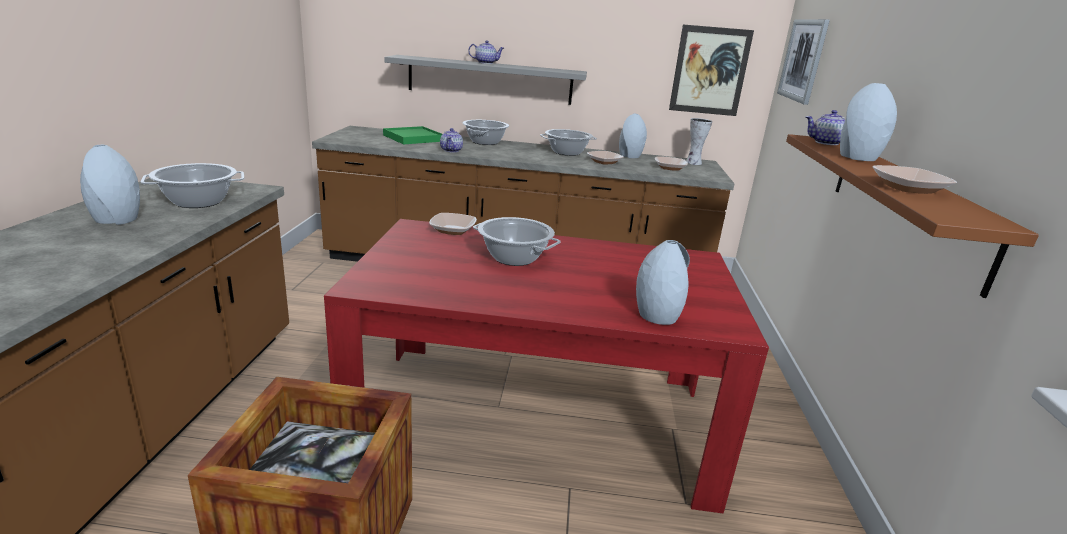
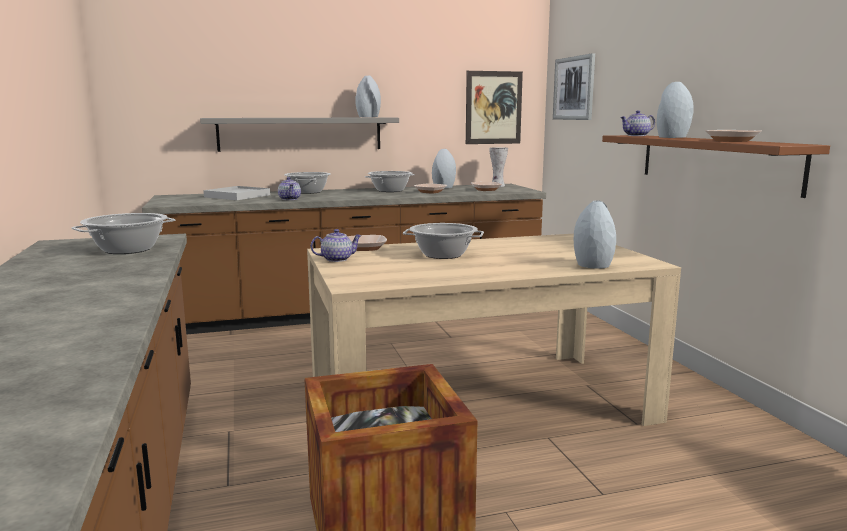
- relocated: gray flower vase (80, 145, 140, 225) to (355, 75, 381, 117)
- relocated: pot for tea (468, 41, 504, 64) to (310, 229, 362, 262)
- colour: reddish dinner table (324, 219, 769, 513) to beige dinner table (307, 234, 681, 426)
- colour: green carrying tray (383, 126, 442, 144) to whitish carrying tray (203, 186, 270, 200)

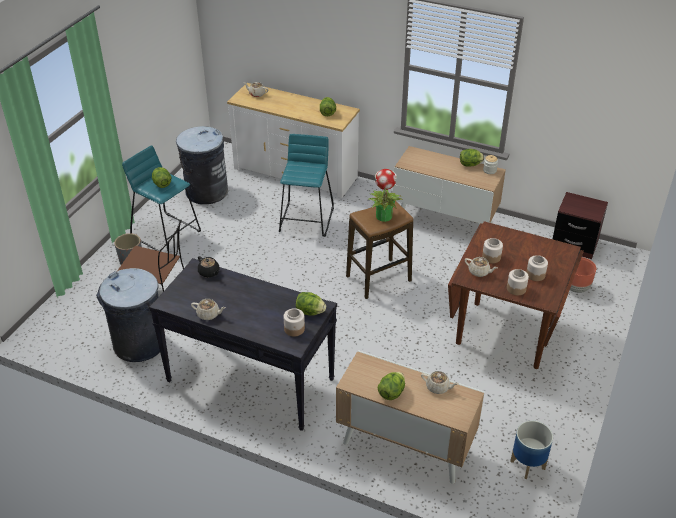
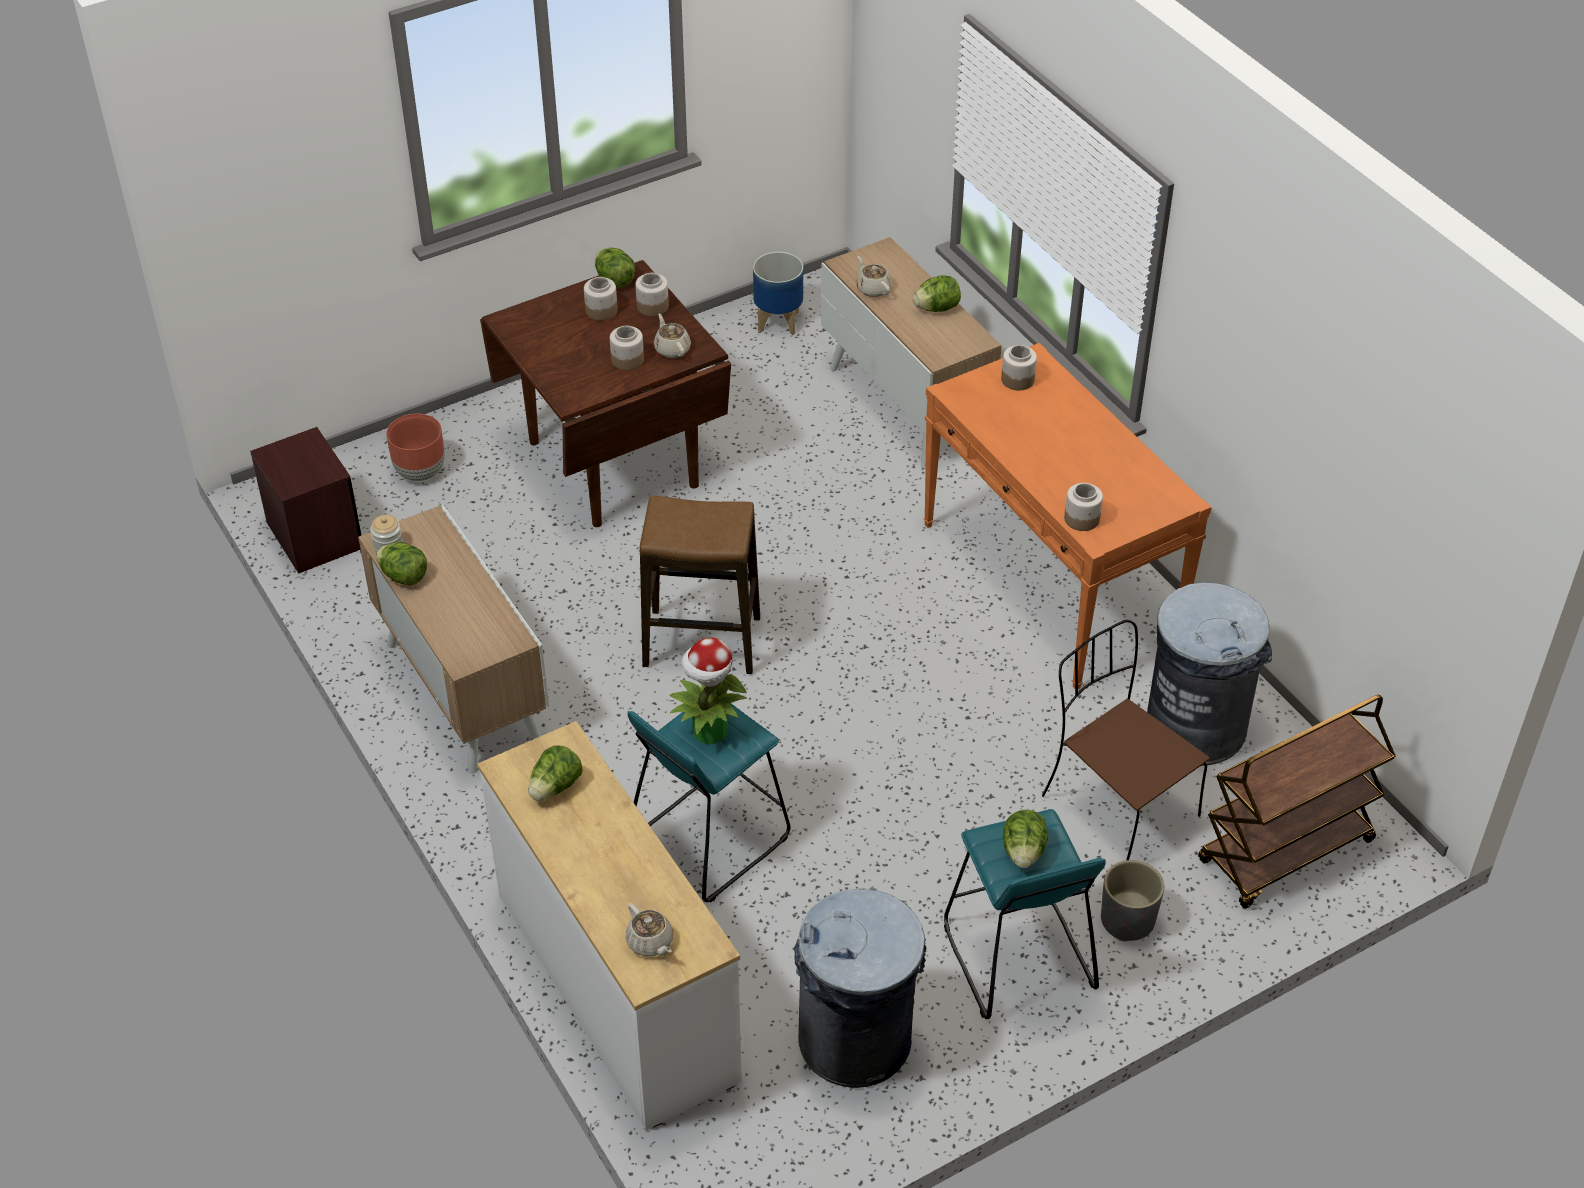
- missing: beige pot for tea (191, 299, 226, 320)
- appeared: brown trolley (1198, 695, 1396, 909)
- relocated: head of lettuce (296, 292, 326, 316) to (595, 247, 635, 288)
- relocated: potted plant (369, 169, 403, 222) to (669, 637, 748, 744)
- exchanged: blackish pot for tea (198, 256, 220, 277) to preserve jar (1064, 483, 1103, 531)
- colour: blackish hall table (149, 258, 337, 431) to orange-coloured hall table (924, 343, 1212, 689)

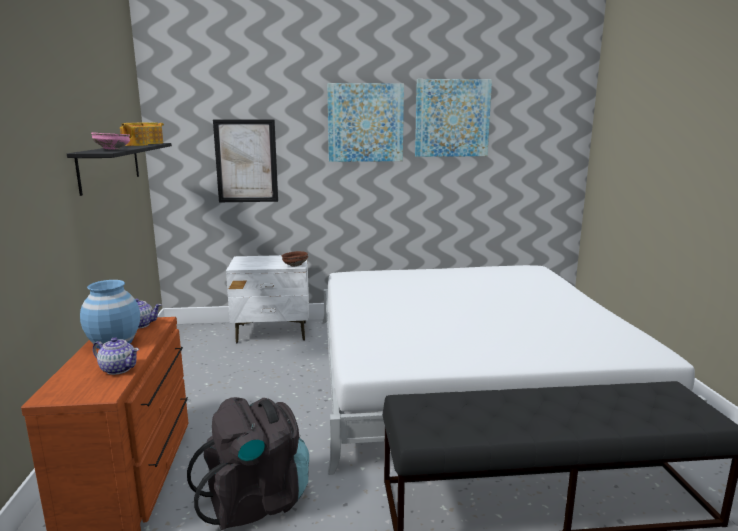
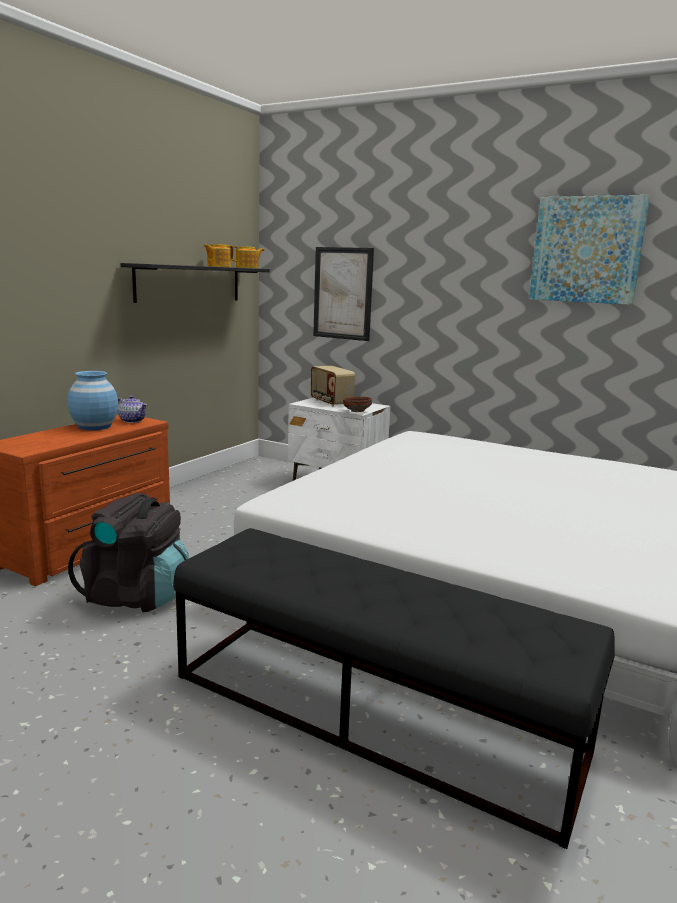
- missing: pink-coloured deep dish (91, 132, 130, 150)
- missing: pot for tea (93, 337, 139, 375)
- missing: wall art (327, 83, 404, 162)
- appeared: radio (311, 366, 355, 406)

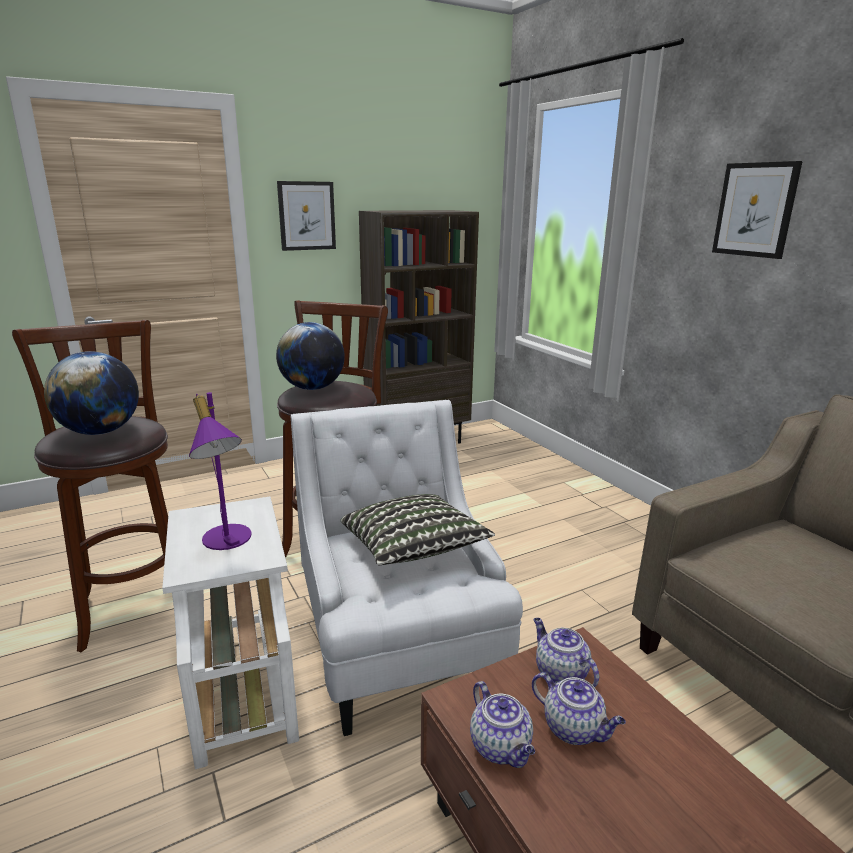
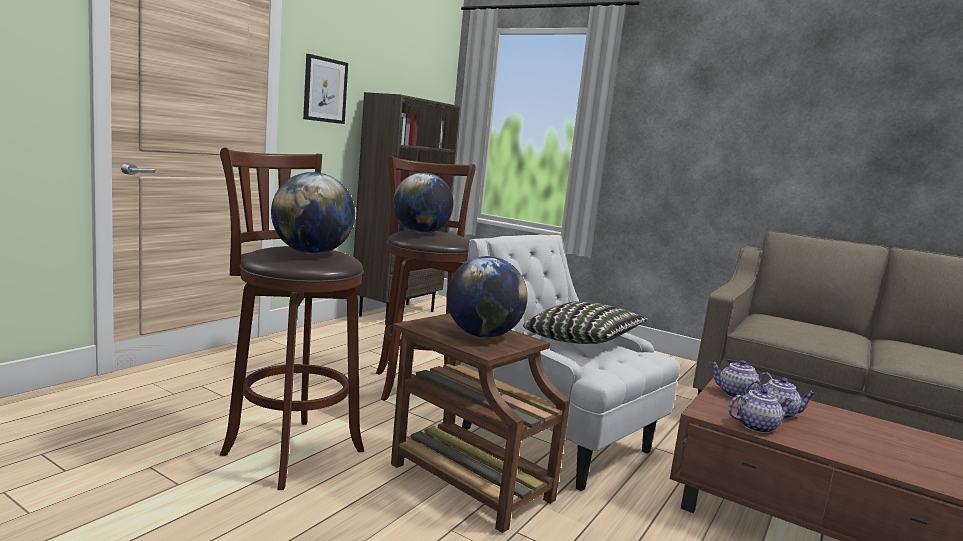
- missing: wall art (712, 161, 803, 259)
- exchanged: purple tabletop lamp (189, 392, 252, 550) to world globe (447, 256, 528, 338)
- colour: whitish accent table (162, 497, 299, 769) to brown accent table (391, 313, 570, 533)
- spun: pot for tea (470, 681, 535, 768) = (728, 388, 794, 433) 45 degrees counterclockwise

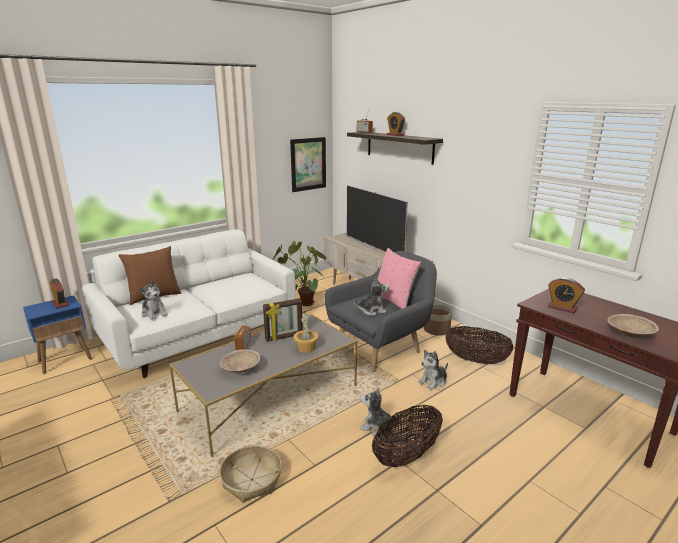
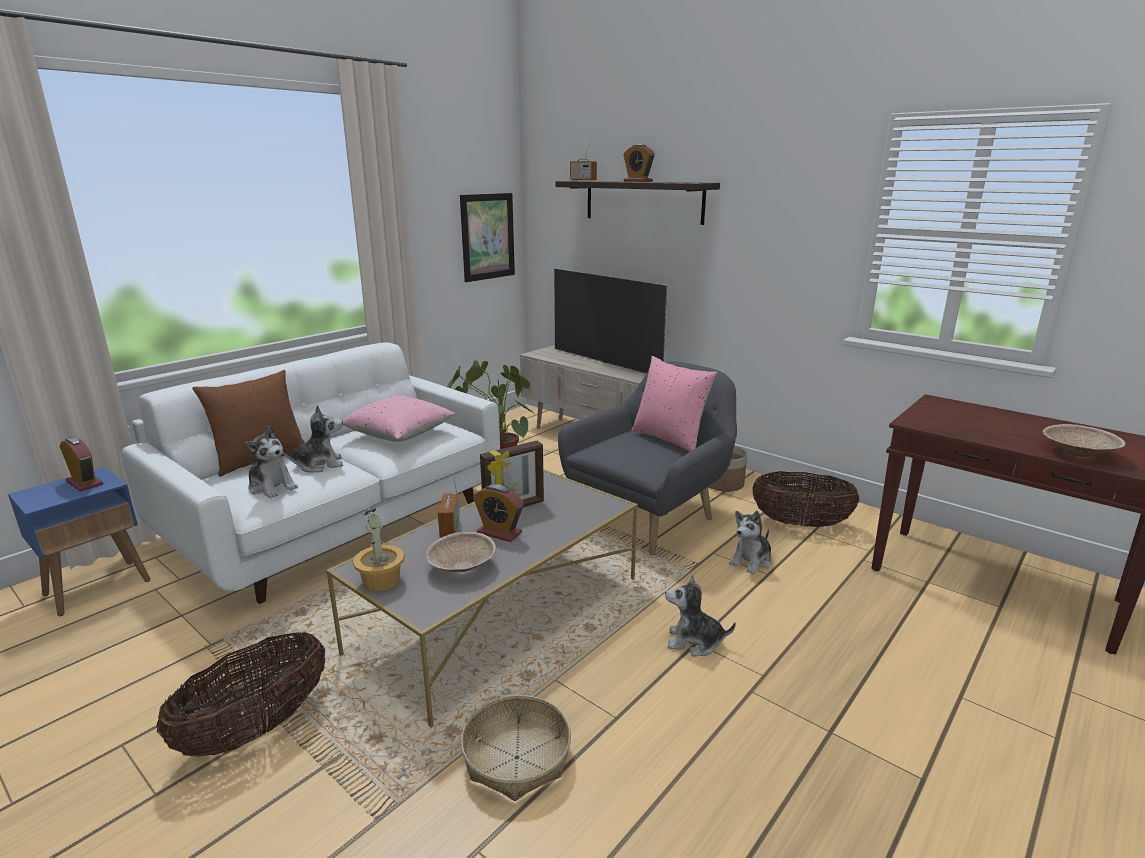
- appeared: pink-coloured cushion (342, 396, 455, 442)
- relocated: potted plant (293, 311, 319, 353) to (353, 509, 405, 592)
- relocated: soft toy (354, 276, 389, 316) to (282, 405, 343, 473)
- relocated: storage basket (372, 404, 443, 467) to (157, 631, 325, 757)
- relocated: bedside clock (548, 278, 585, 313) to (473, 484, 524, 542)

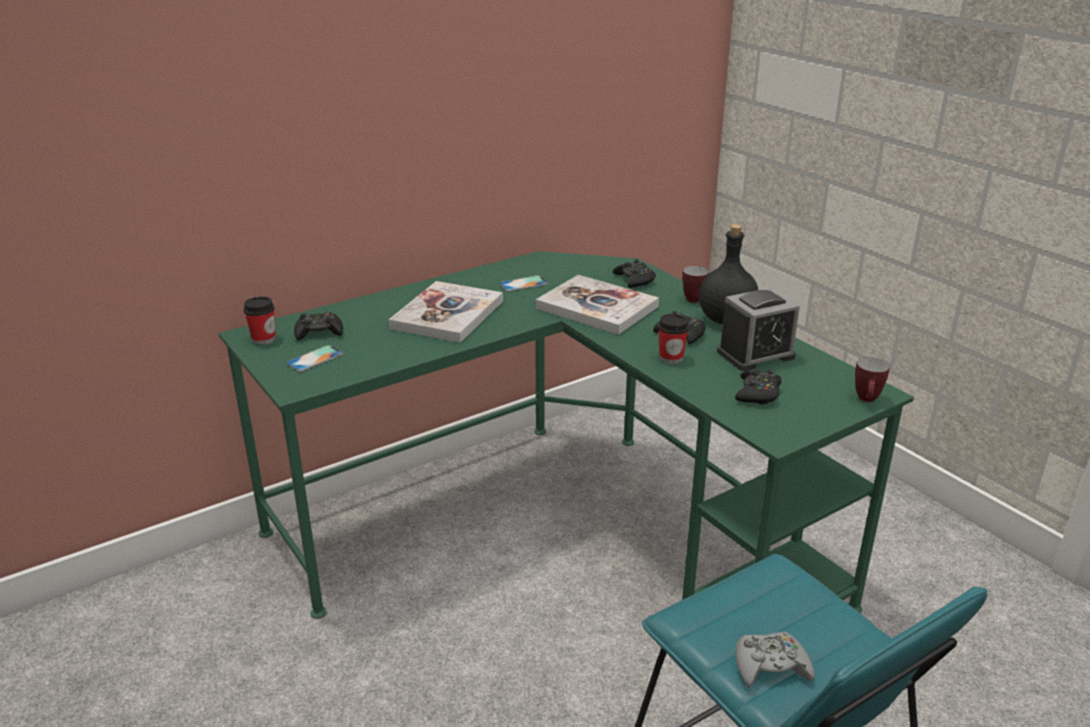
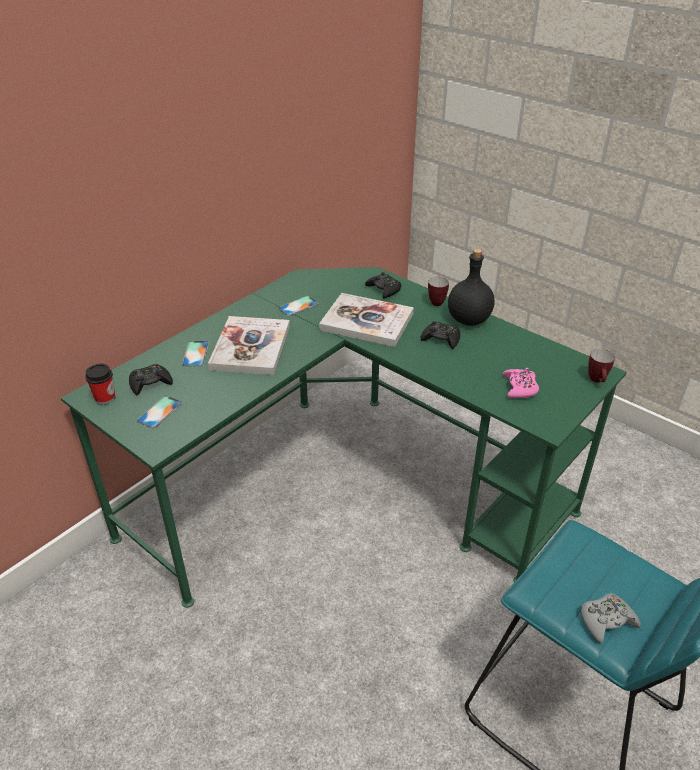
- missing: small cup (658, 314, 689, 364)
- missing: bedside clock (717, 288, 800, 371)
- appeared: telephone (182, 341, 209, 366)
- colour: blackish game controller (735, 369, 781, 405) to pink-coloured game controller (503, 368, 539, 398)

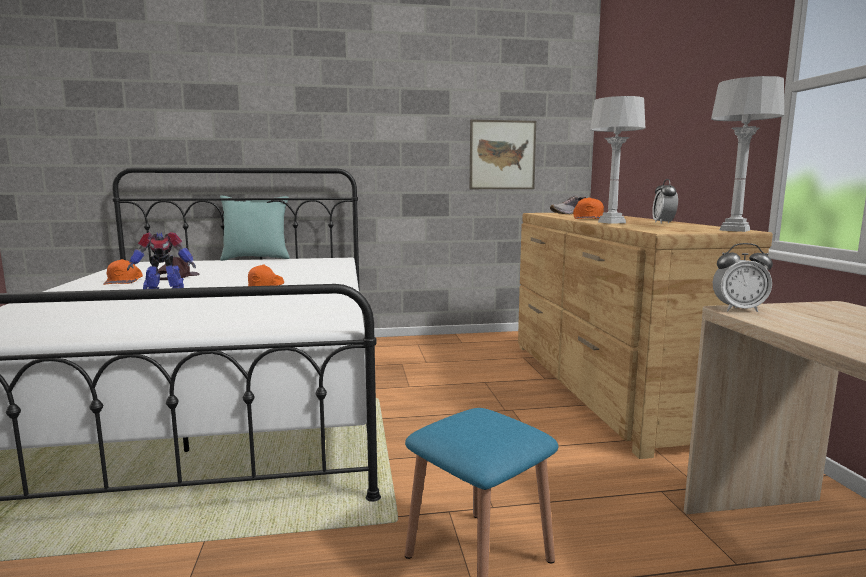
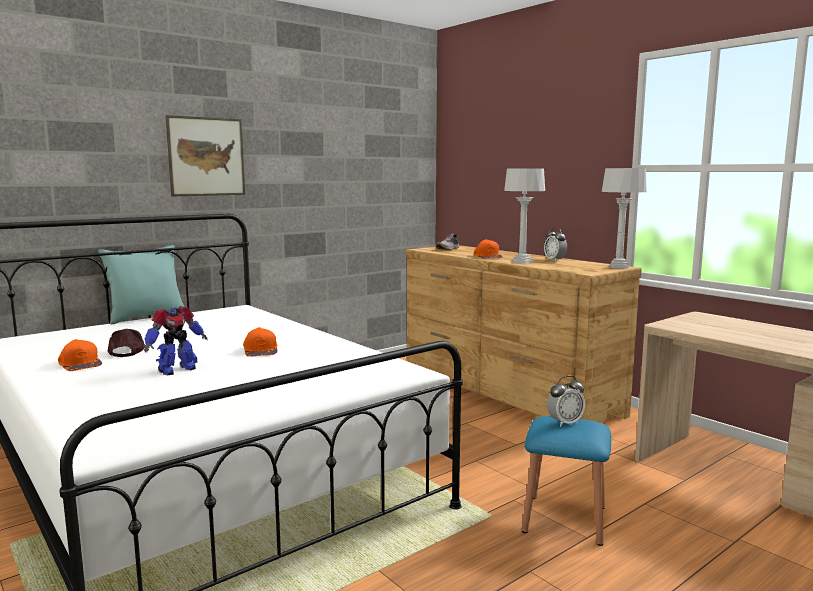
- relocated: wall art (469, 120, 536, 189) to (166, 115, 245, 196)
- relocated: bedside clock (713, 243, 773, 312) to (547, 376, 585, 427)

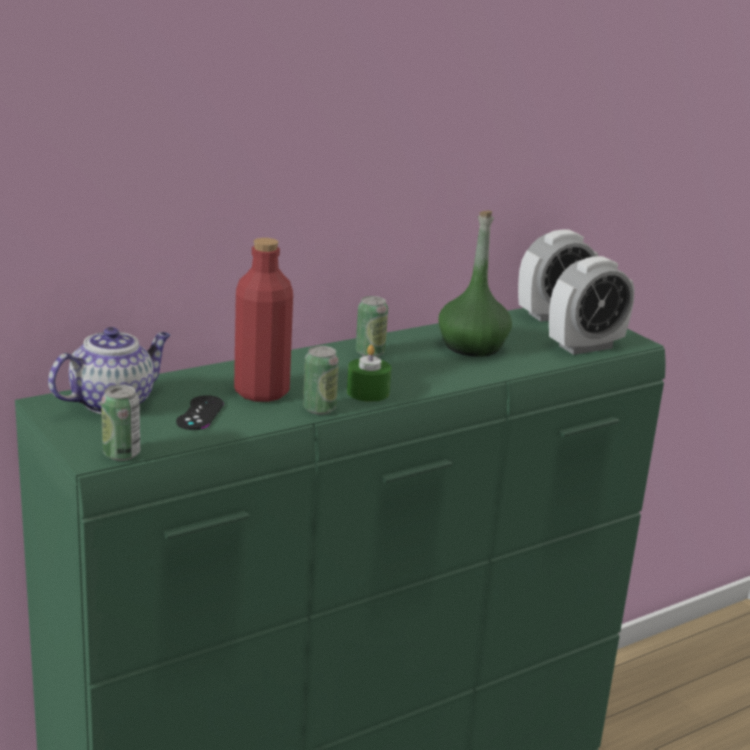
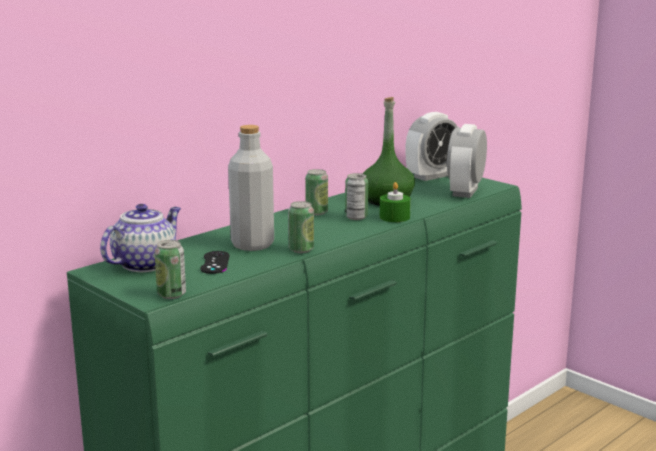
- appeared: metal can (345, 173, 368, 220)
- relocated: green candle (347, 345, 391, 402) to (380, 182, 411, 222)
- colour: reddish bottle (234, 238, 293, 402) to gray bottle (228, 125, 274, 251)
- spun: bedside clock (549, 256, 635, 355) = (447, 124, 487, 198) 150 degrees clockwise

